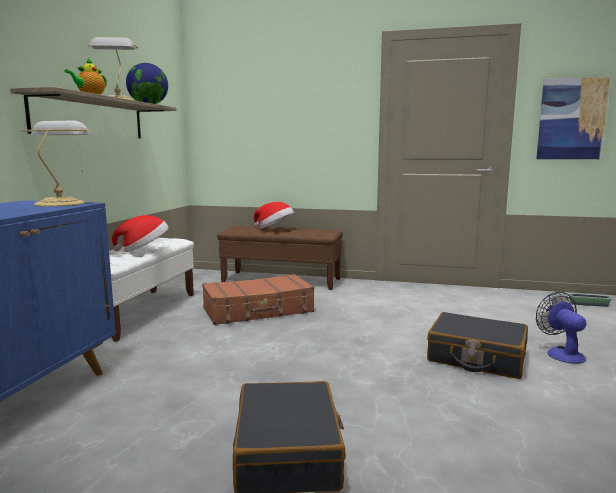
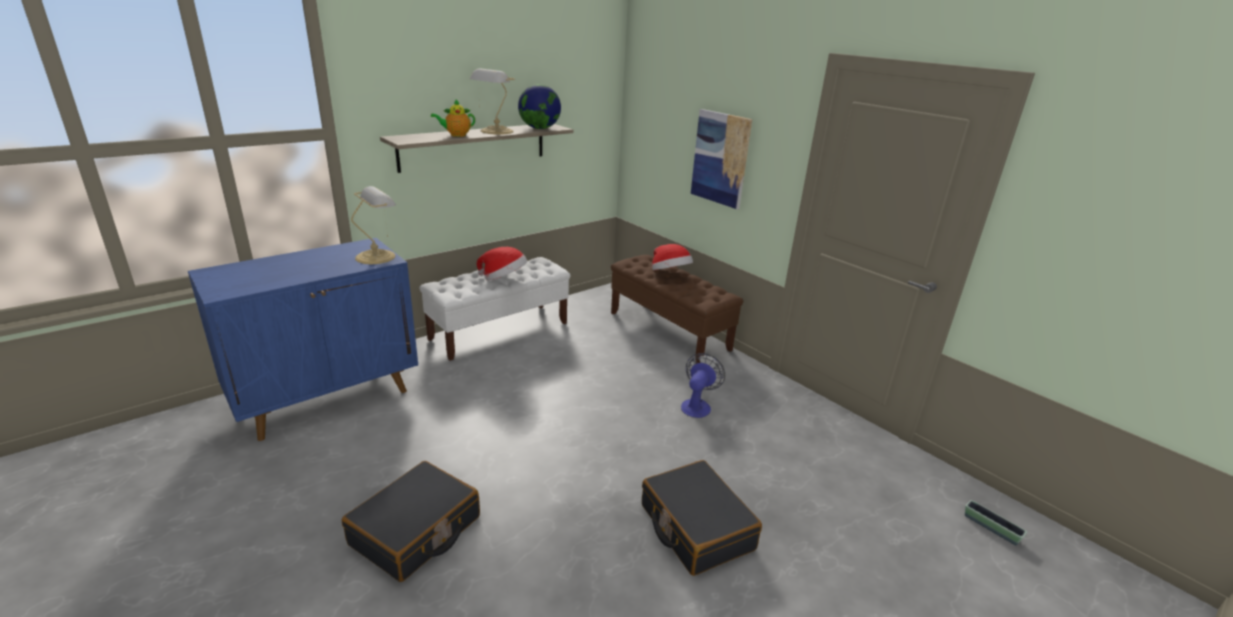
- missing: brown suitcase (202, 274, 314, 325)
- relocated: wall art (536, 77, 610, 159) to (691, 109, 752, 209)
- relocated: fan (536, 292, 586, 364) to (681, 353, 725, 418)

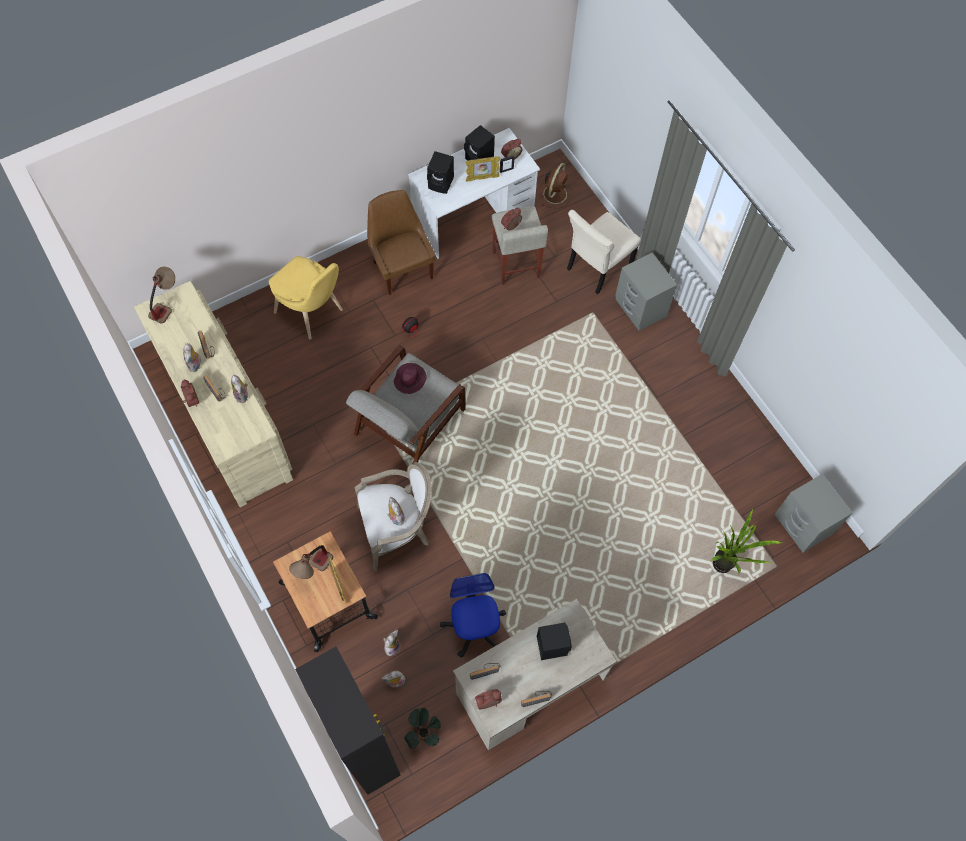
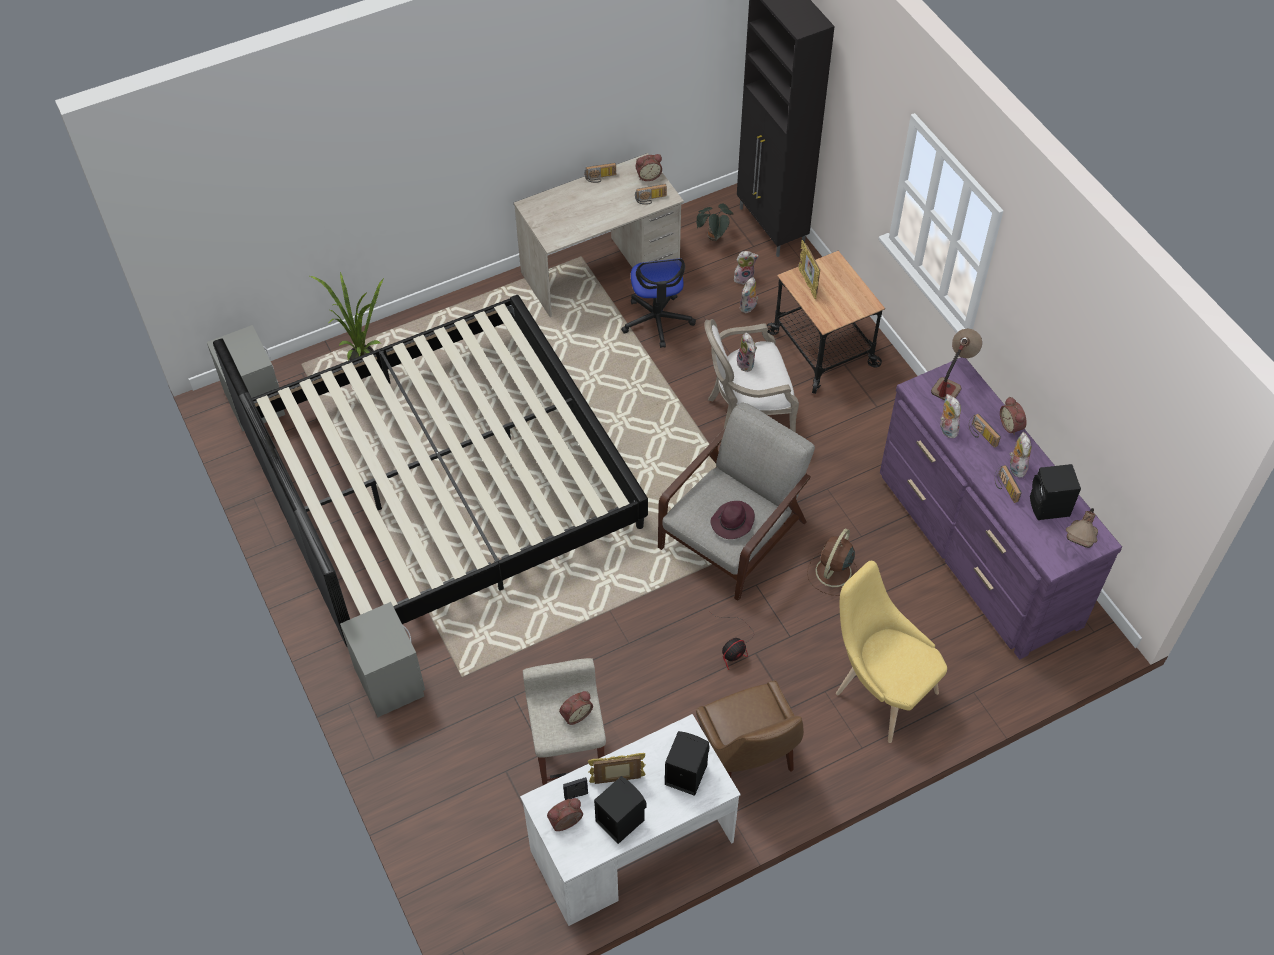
- missing: beige plain chair (567, 210, 641, 295)
- appeared: bedroom bed (213, 295, 648, 647)
- relocated: tabletop lamp (289, 545, 333, 579) to (931, 329, 982, 400)
- relocated: blackish audio speaker (537, 622, 572, 660) to (1030, 464, 1081, 520)
- relocated: brown fan (539, 163, 573, 208) to (807, 528, 858, 596)
- colour: beige drawer chest (134, 281, 293, 507) to purple drawer chest (880, 357, 1122, 659)

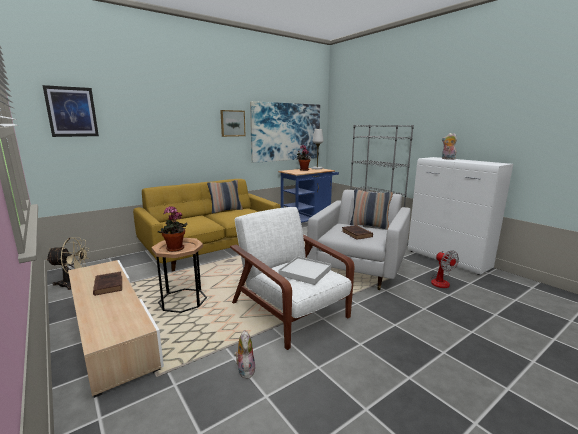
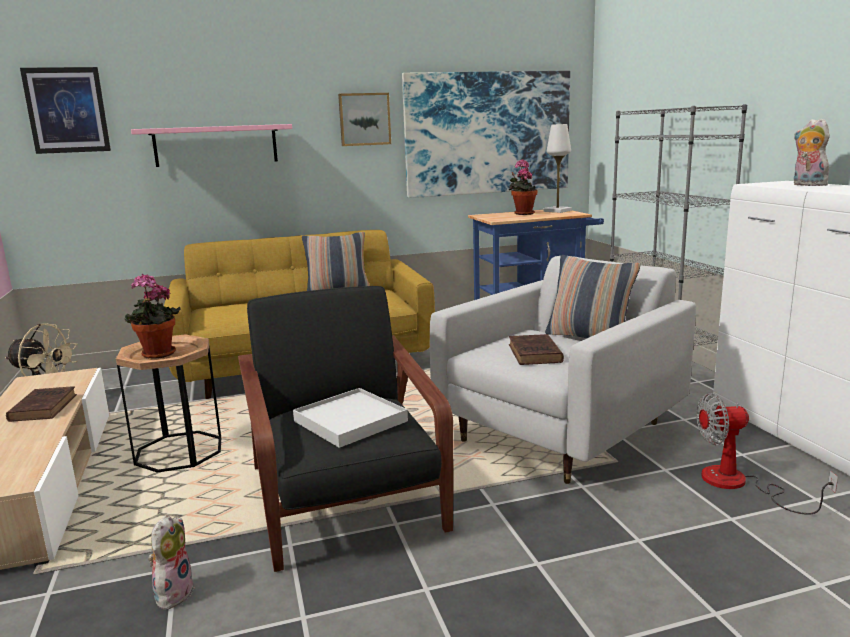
- appeared: pink-coloured bracket shelf (131, 124, 292, 167)
- colour: whitish lounge chair (230, 207, 354, 350) to blackish lounge chair (238, 286, 453, 572)
- spun: fan (431, 250, 459, 288) = (696, 393, 838, 515) 90 degrees clockwise

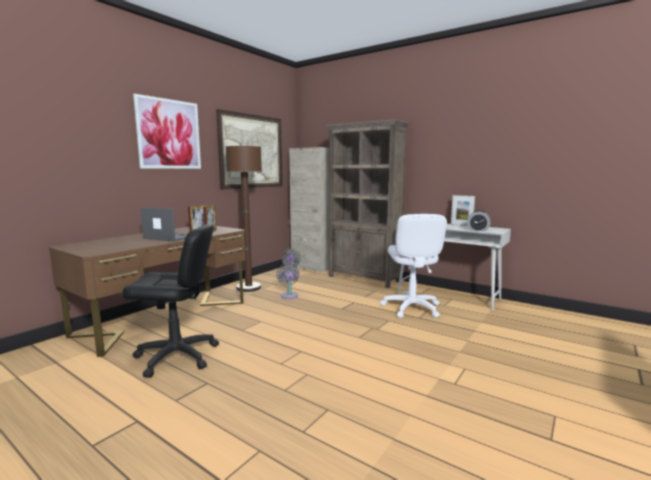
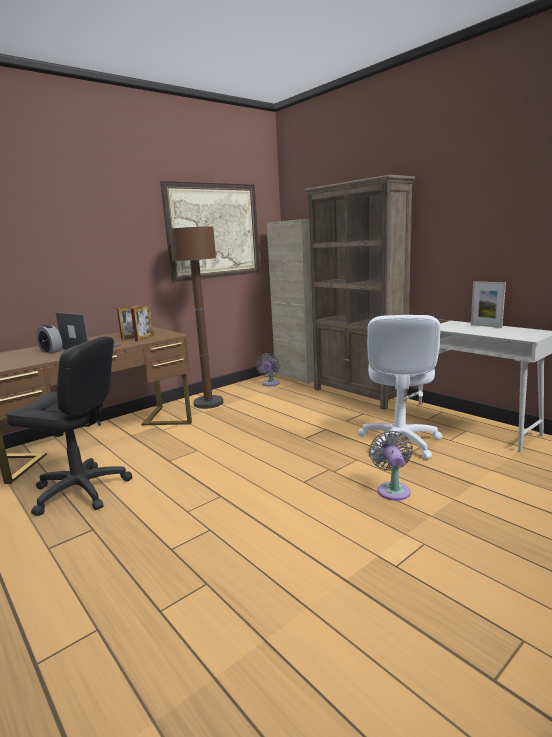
- missing: wall art (133, 94, 201, 169)
- relocated: gray fan (276, 263, 299, 299) to (369, 430, 413, 501)
- relocated: bedside clock (467, 210, 490, 231) to (37, 324, 62, 354)

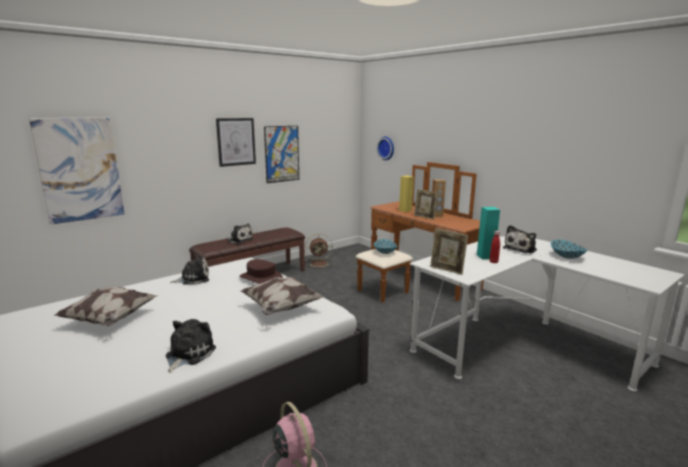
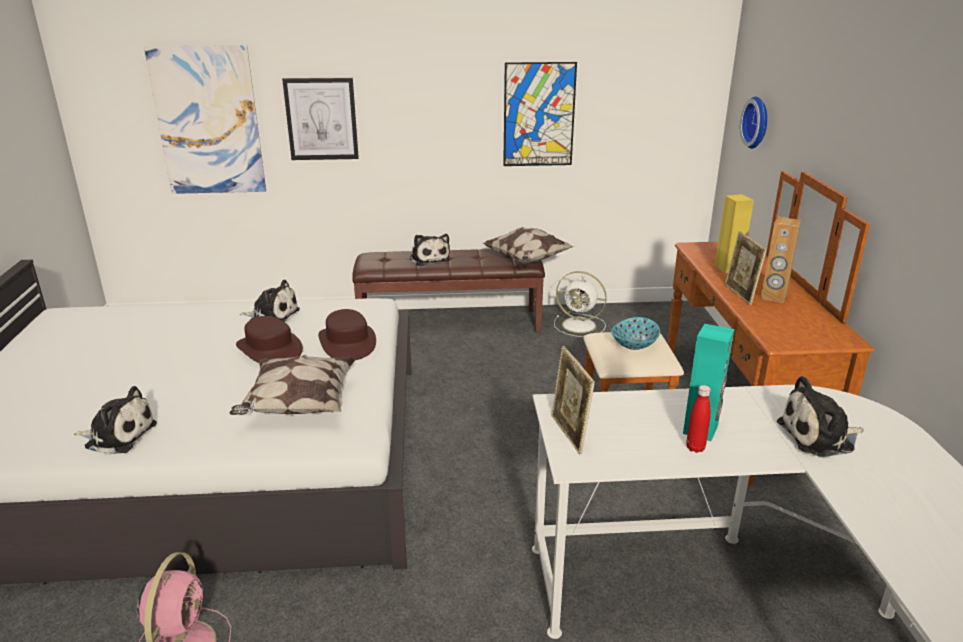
- missing: deep dish (551, 240, 588, 259)
- appeared: brown hat (236, 316, 303, 363)
- relocated: cushion (54, 287, 158, 326) to (482, 227, 574, 263)
- relocated: wall art (216, 118, 256, 167) to (282, 77, 359, 160)
- colour: brown fan (305, 233, 333, 269) to whitish fan (554, 271, 607, 337)
- spun: soft toy (166, 319, 216, 373) = (74, 386, 157, 455) 45 degrees clockwise

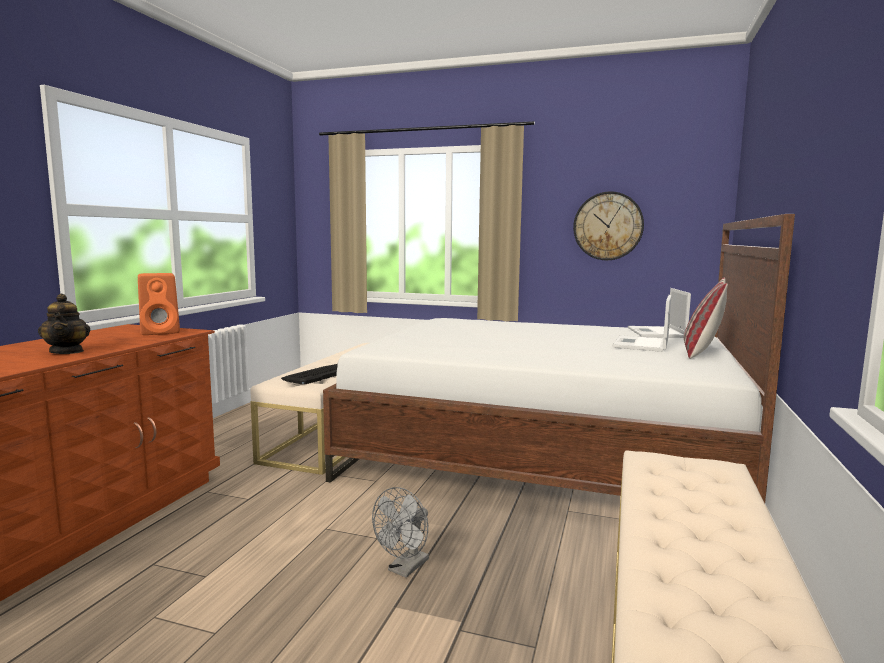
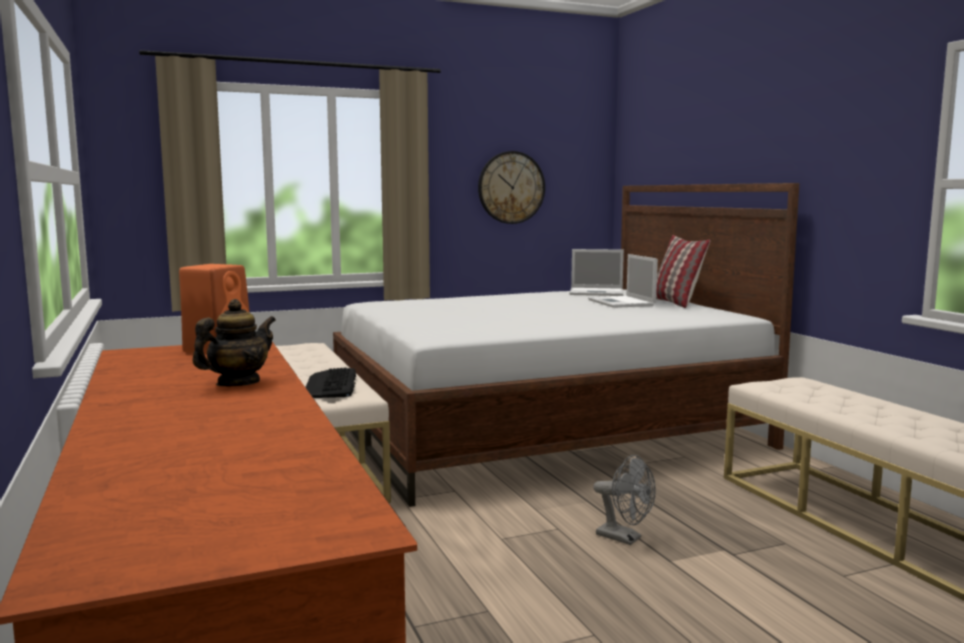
- spun: pot for tea (38, 294, 90, 354) = (193, 299, 276, 386) 75 degrees counterclockwise
- spun: gray fan (372, 487, 429, 578) = (593, 455, 656, 545) 45 degrees counterclockwise
- spun: portable computer (628, 288, 691, 338) = (569, 249, 624, 296) 45 degrees counterclockwise

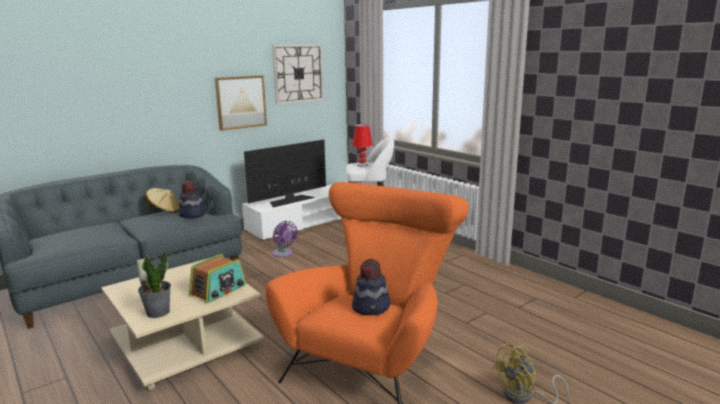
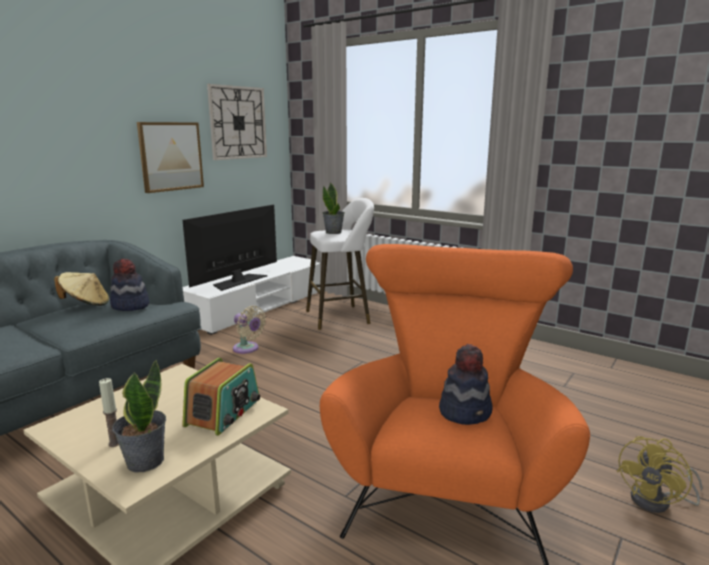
- exchanged: reddish tabletop lamp (352, 124, 372, 167) to potted plant (323, 183, 345, 234)
- colour: purple fan (272, 221, 298, 257) to beige fan (233, 306, 266, 354)

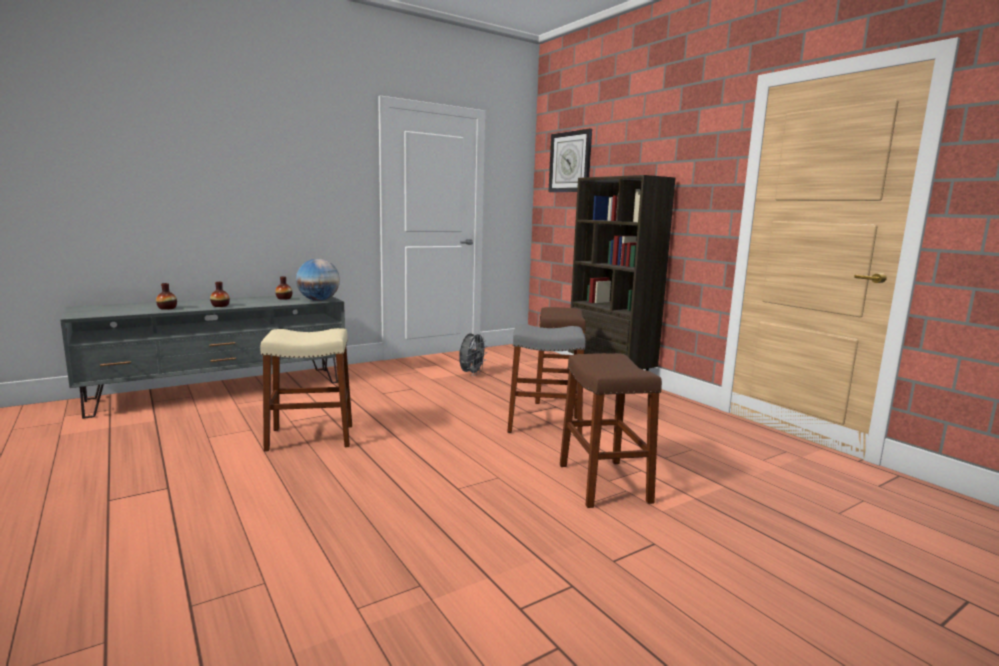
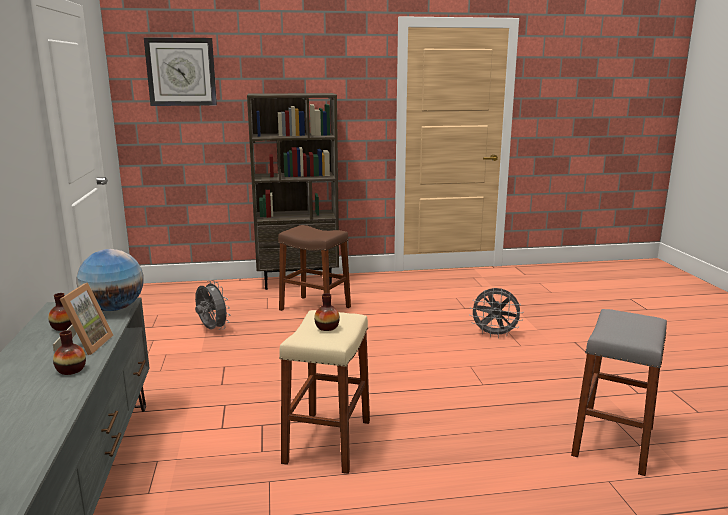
- appeared: picture frame (53, 283, 114, 355)
- relocated: flower vase (156, 283, 177, 310) to (314, 293, 340, 331)
- relocated: gray sitting stool (507, 324, 586, 435) to (571, 309, 667, 476)
- exchanged: brown sitting stool (560, 353, 662, 508) to gray fan (469, 288, 523, 338)

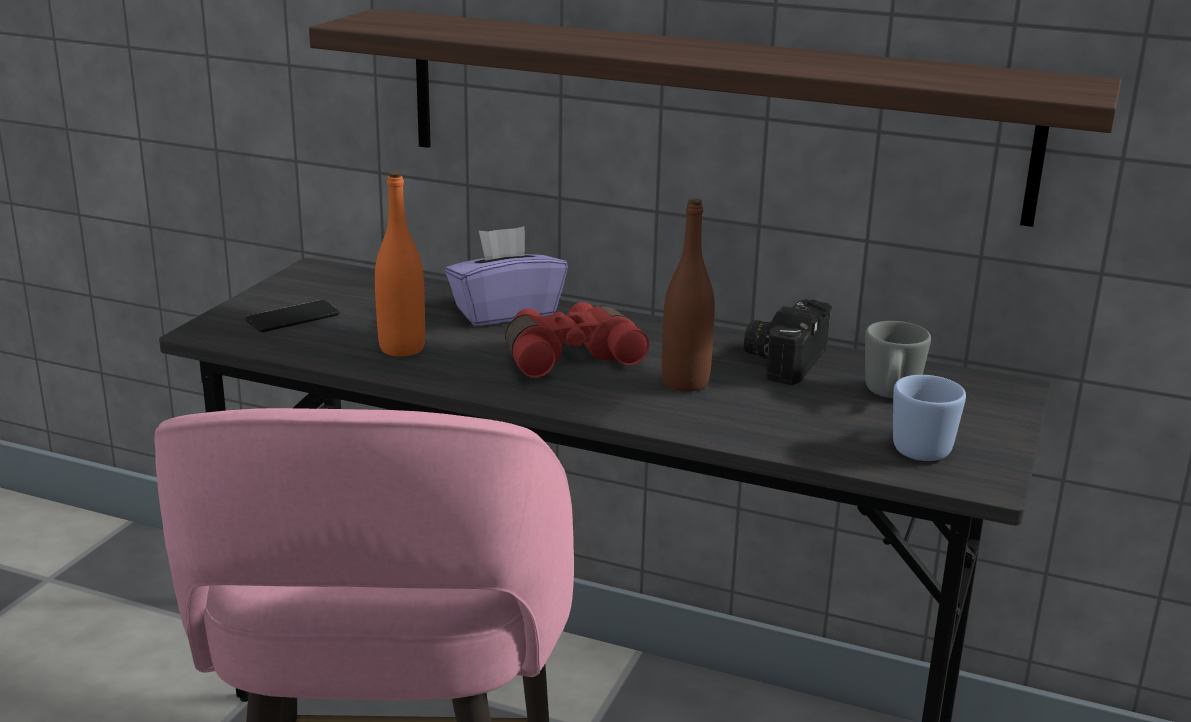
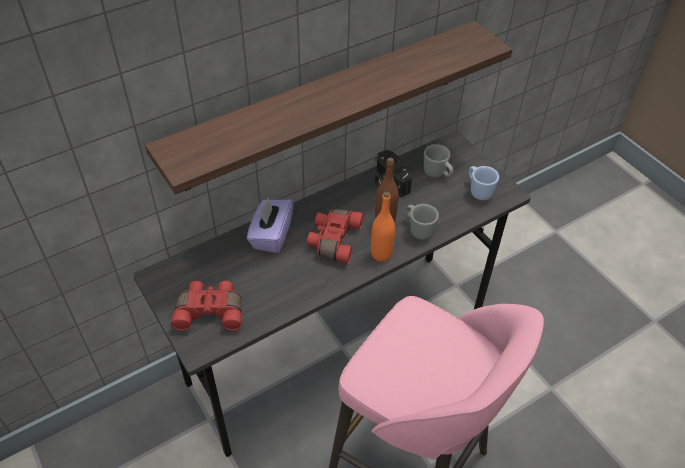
- appeared: gray coffee mug (406, 204, 439, 240)
- relocated: orange-coloured bottle (375, 171, 425, 357) to (371, 192, 395, 261)
- exchanged: telephone (245, 300, 340, 332) to reddish binoculars (171, 281, 242, 330)

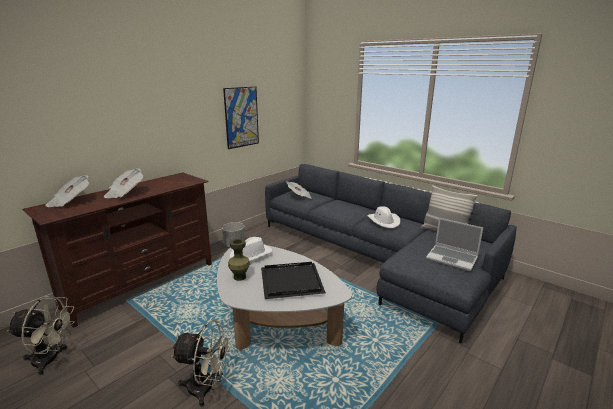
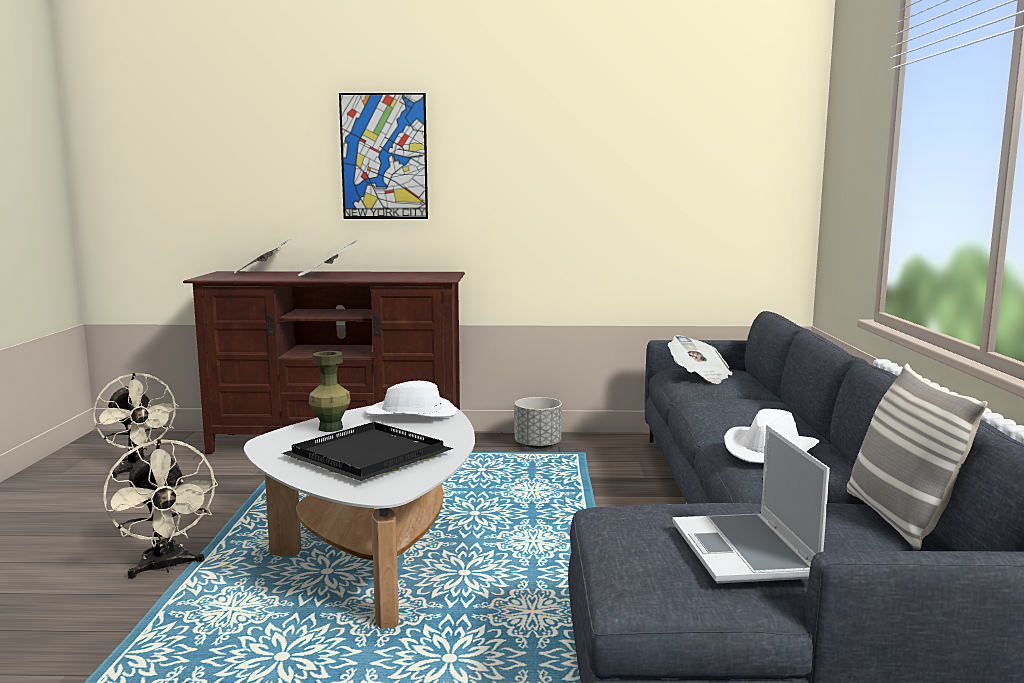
- relocated: wall art (223, 87, 259, 149) to (339, 93, 428, 219)

